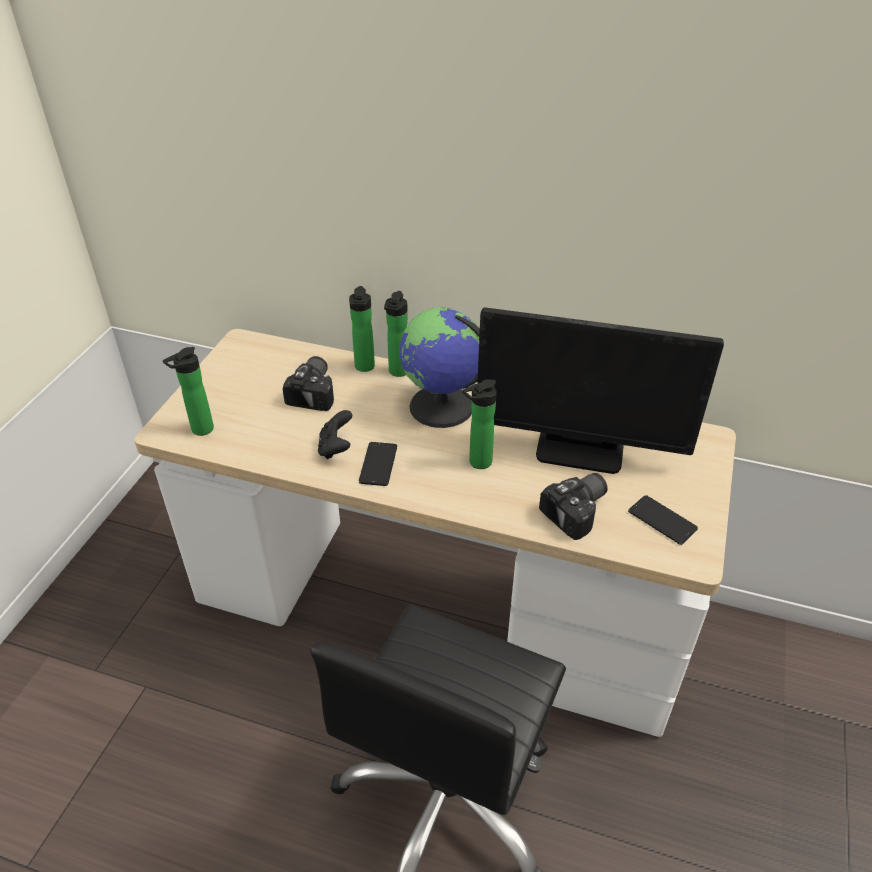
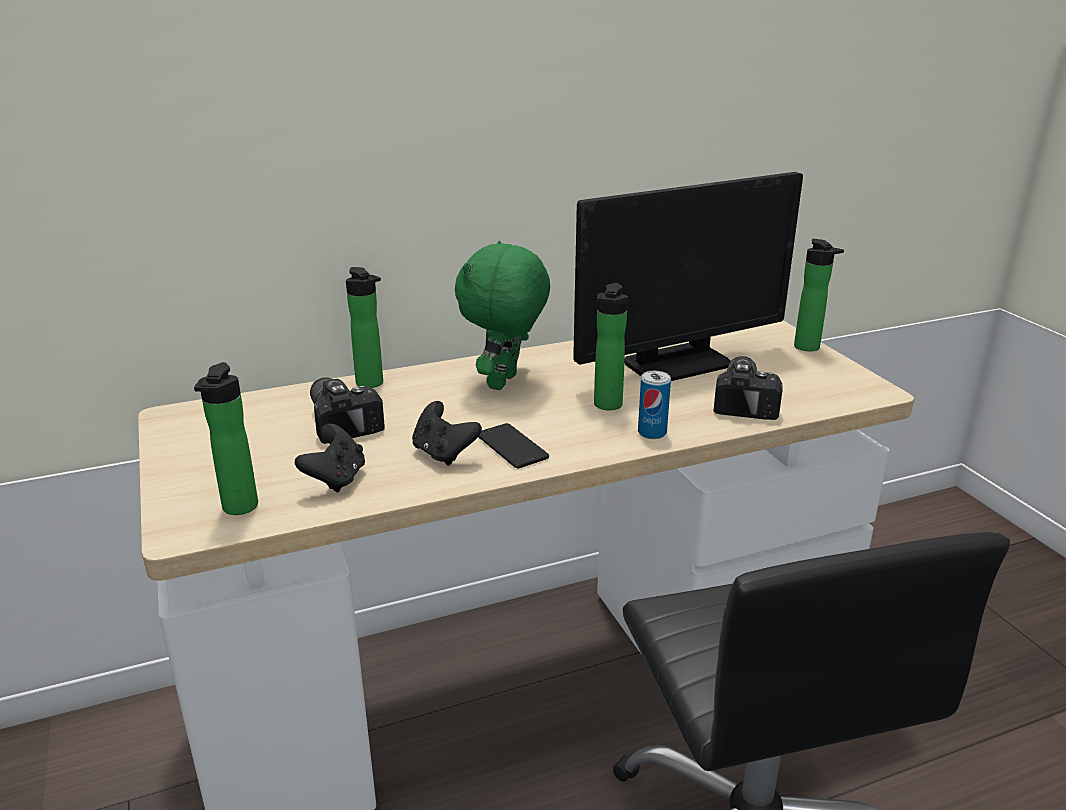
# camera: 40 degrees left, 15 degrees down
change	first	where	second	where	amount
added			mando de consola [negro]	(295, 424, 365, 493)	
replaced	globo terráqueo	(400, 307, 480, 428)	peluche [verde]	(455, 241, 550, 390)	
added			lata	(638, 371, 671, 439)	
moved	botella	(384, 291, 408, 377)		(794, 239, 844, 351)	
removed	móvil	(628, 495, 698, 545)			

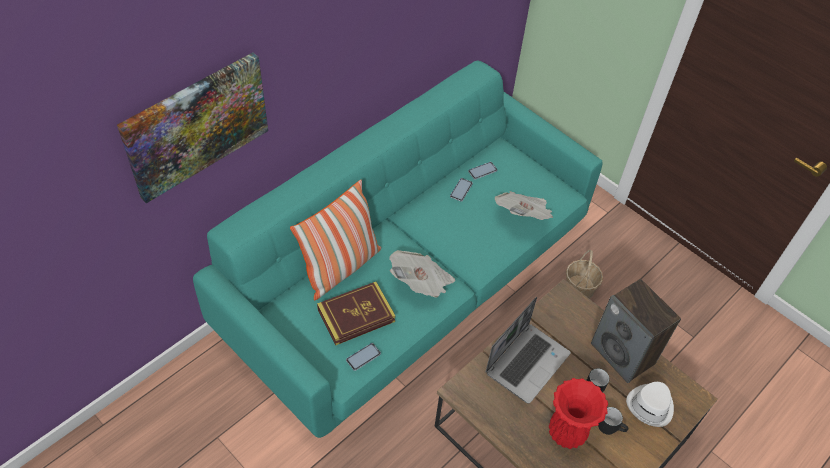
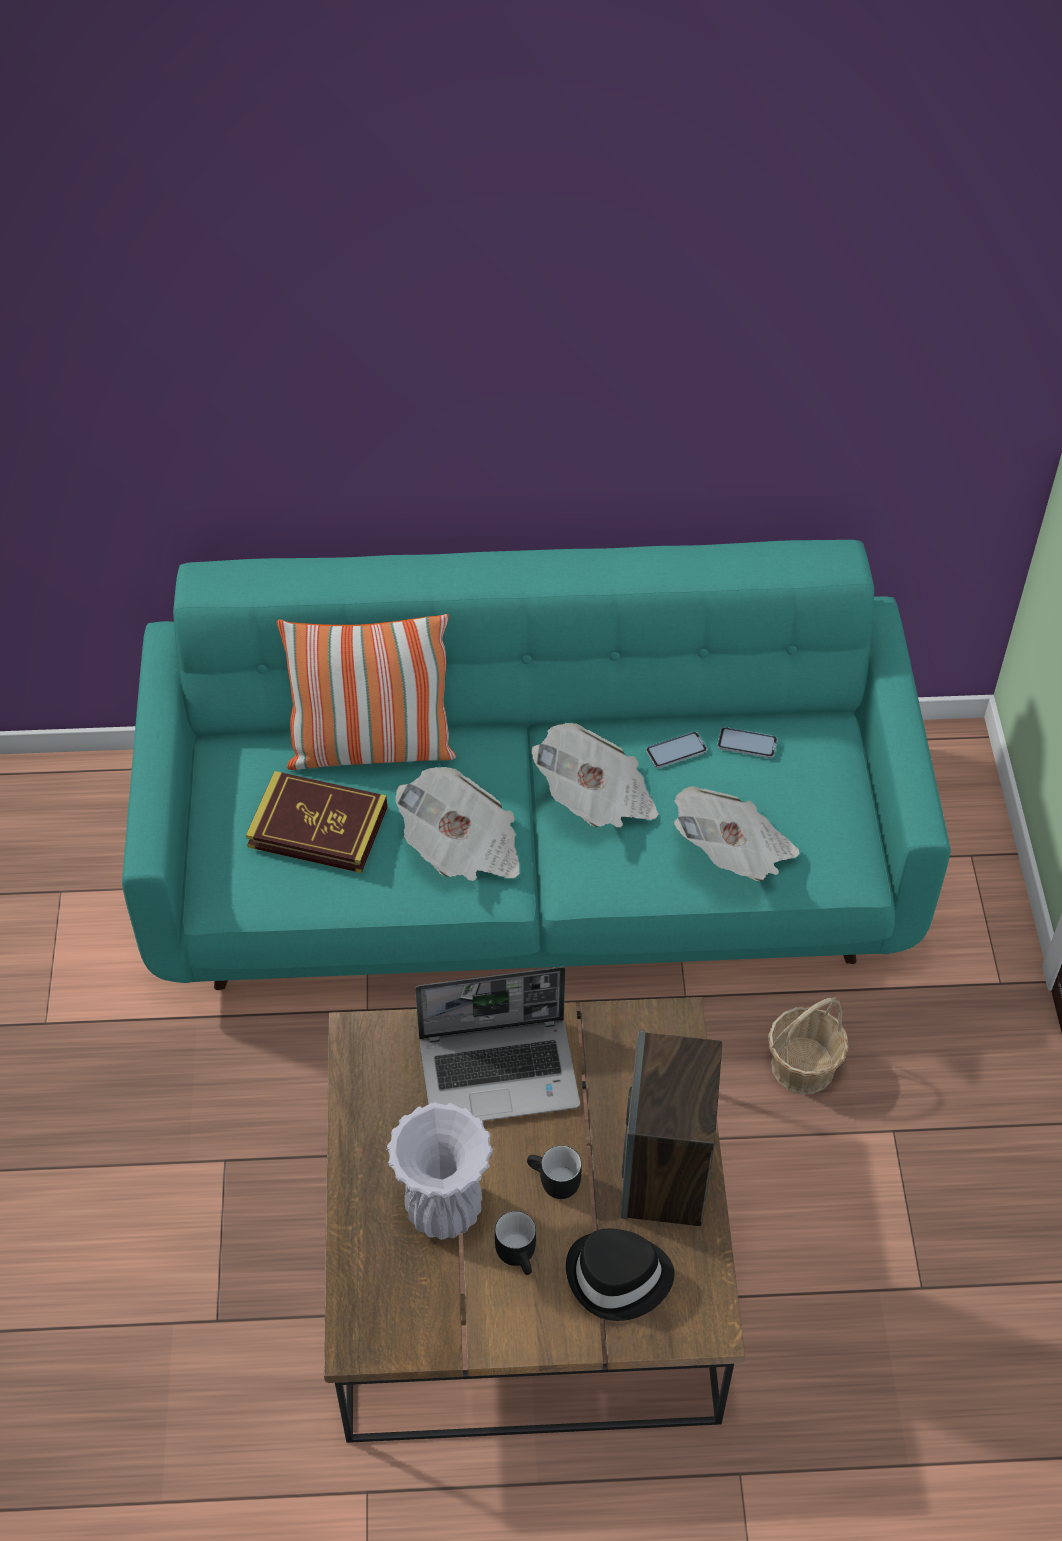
# camera: 45 degrees right, 0 degrees up
change	first	where	second	where	amount
recoloured	florero [rojo]	(549, 378, 608, 449)	florero [blanco]	(387, 1102, 493, 1240)	
added			periódico	(532, 723, 659, 828)	
recoloured	sombrero [blanco]	(626, 382, 674, 427)	sombrero [negro]	(566, 1229, 674, 1321)	
removed	cuadro	(117, 52, 268, 203)			
removed	móvil	(346, 343, 381, 371)			

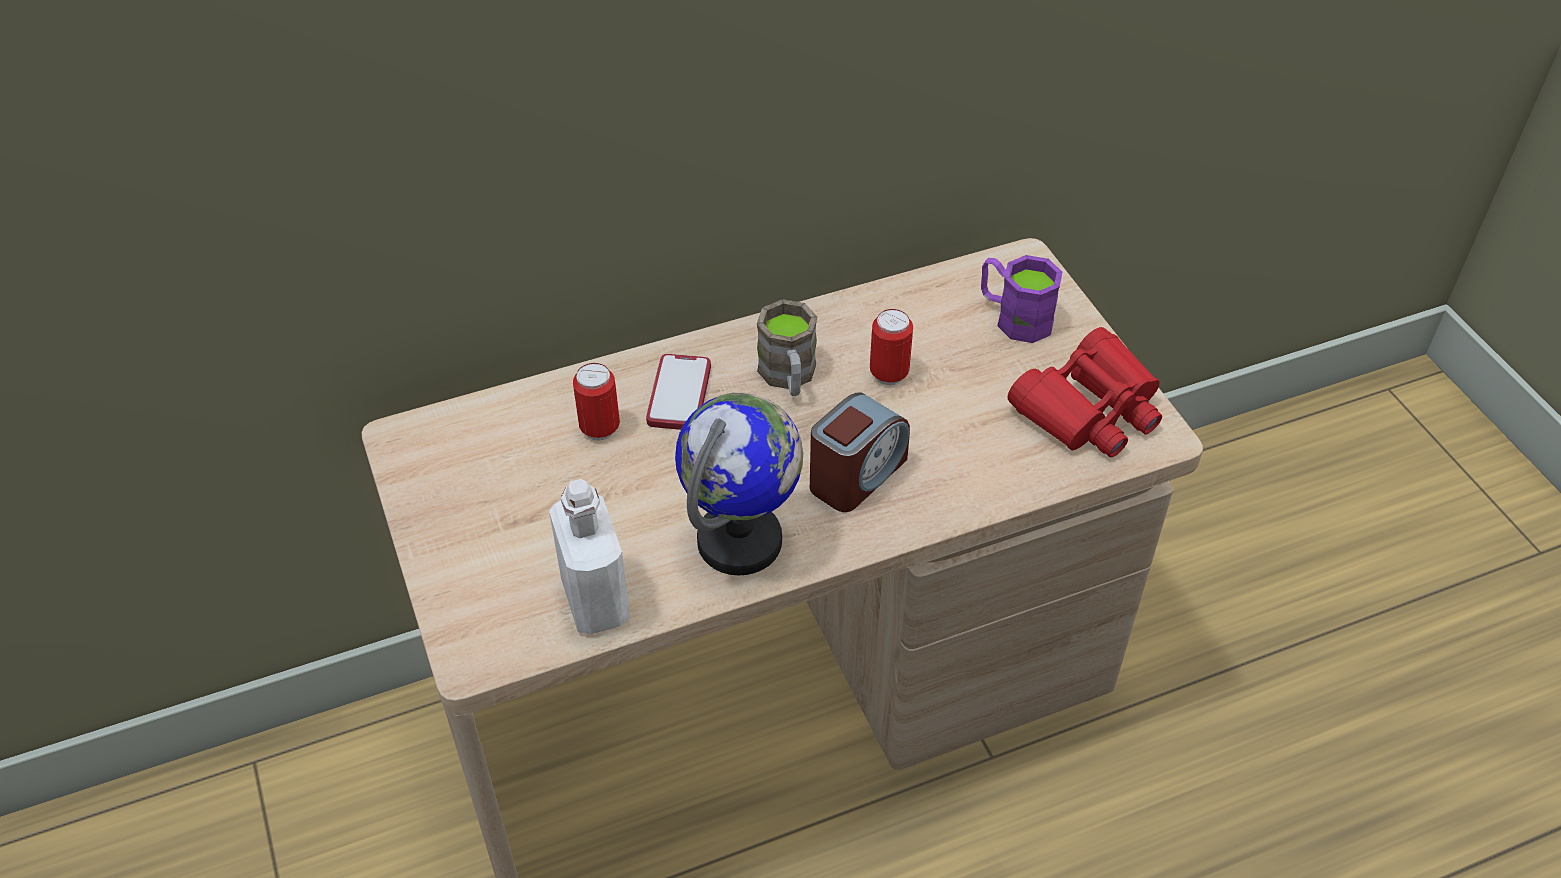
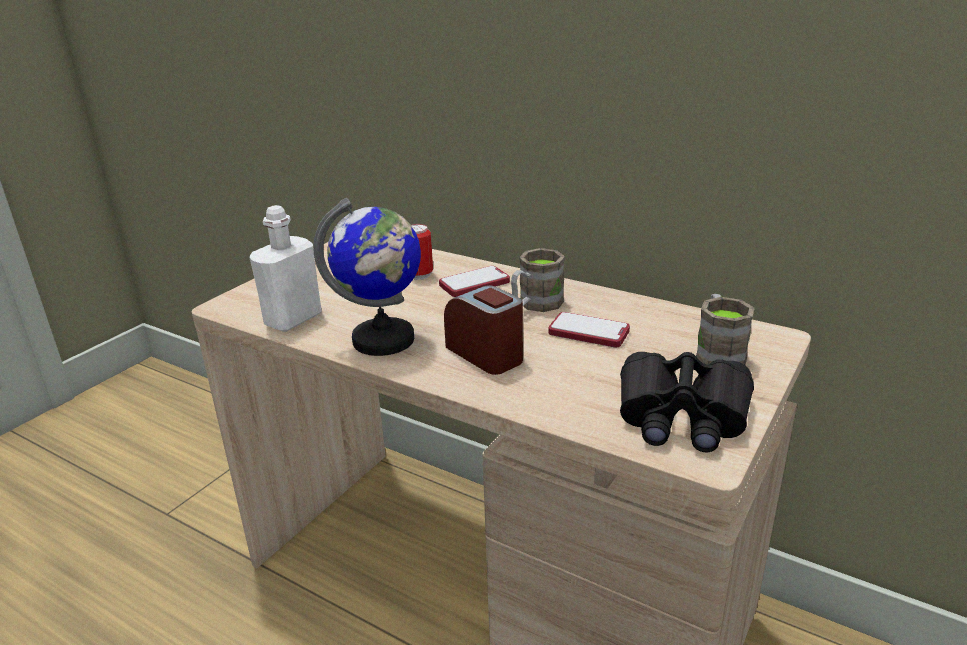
# camera: 55 degrees right, 20 degrees down
change	first	where	second	where	amount
turned	despertador	(810, 393, 910, 512)		(444, 285, 523, 375)	135 degrees counterclockwise
replaced	lata	(870, 309, 913, 385)	móvil	(548, 312, 630, 348)	
recoloured	prismáticos [rojo]	(1007, 327, 1162, 457)	prismáticos [negro]	(620, 352, 754, 452)	
recoloured	taza grande [morado]	(981, 255, 1062, 343)	taza grande [marrón]	(696, 294, 755, 365)	

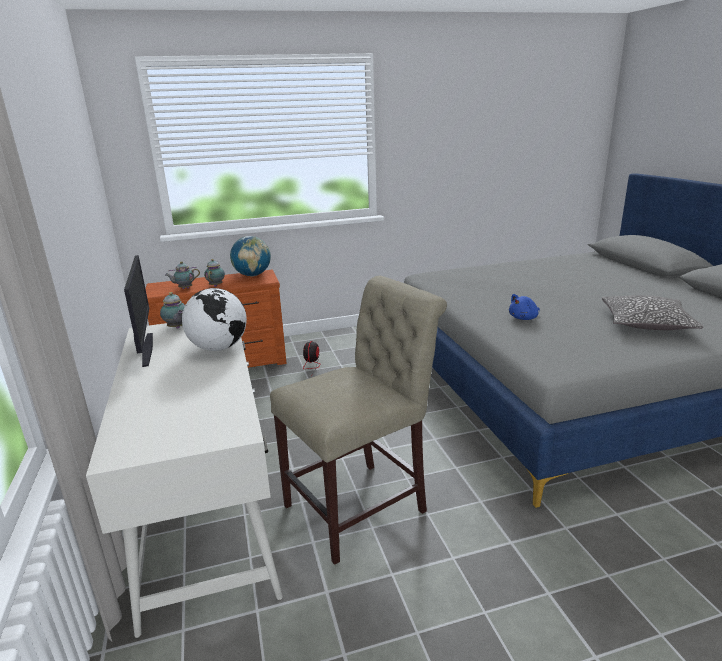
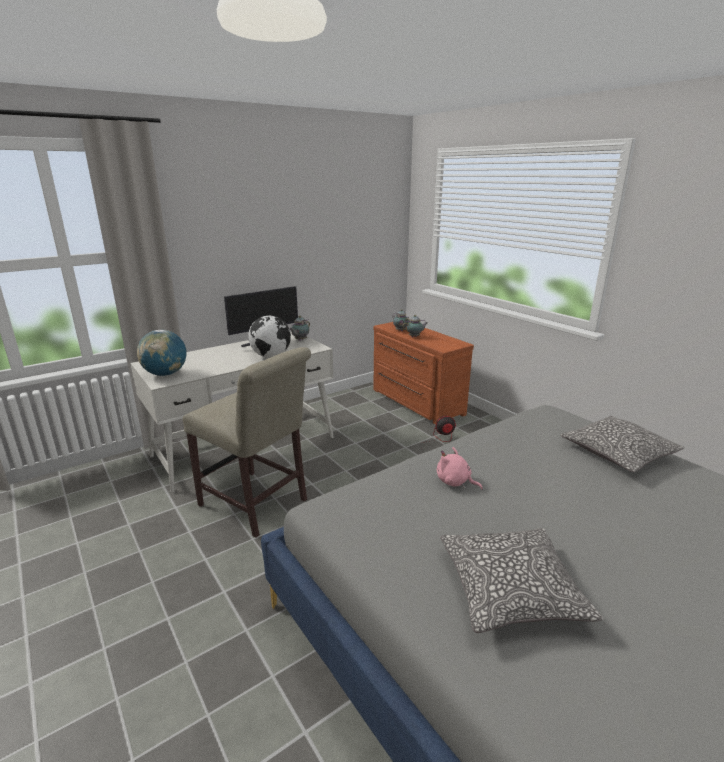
# camera: 70 degrees right, 0 degrees up
change	first	where	second	where	amount
moved	globo terráqueo	(230, 236, 271, 276)		(137, 330, 187, 376)	
recoloured	peluche [azul]	(509, 294, 540, 320)	peluche [rosa]	(437, 447, 483, 490)	
added			cojín	(560, 416, 684, 472)	

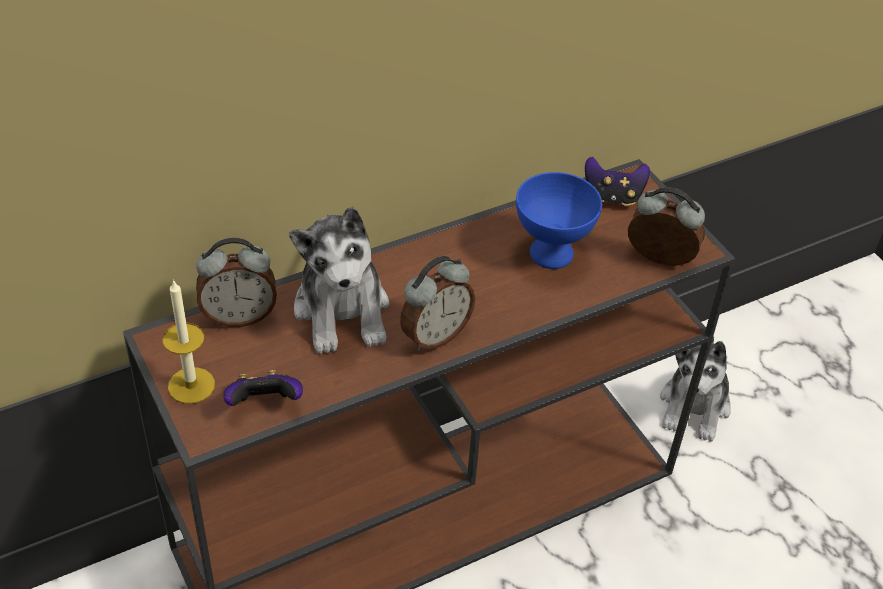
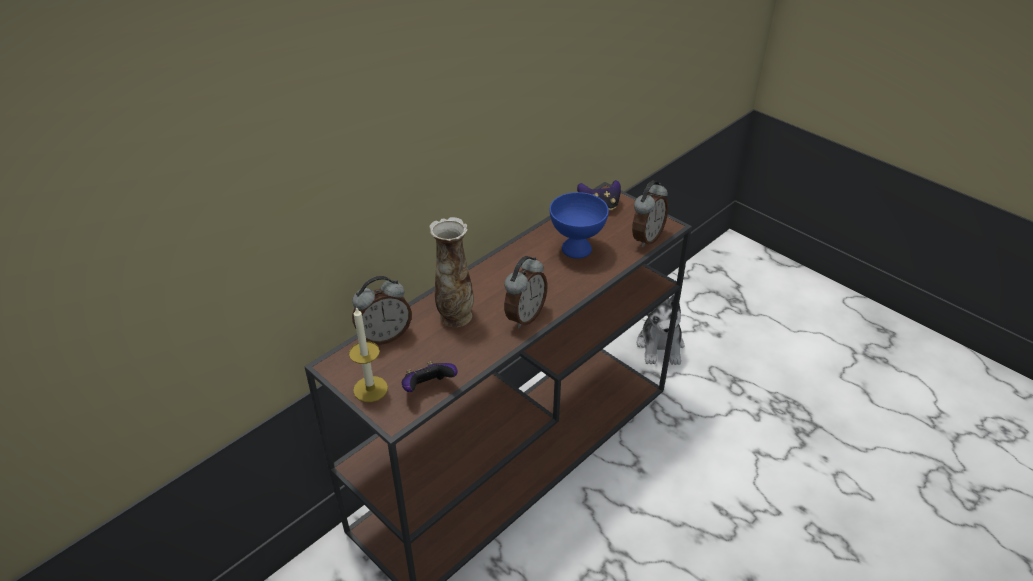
# camera: 15 degrees left, 5 degrees down
change	first	where	second	where	amount
replaced	peluche	(289, 207, 390, 354)	florero	(429, 217, 474, 327)	
turned	despertador	(628, 187, 705, 266)		(632, 181, 668, 248)	120 degrees clockwise

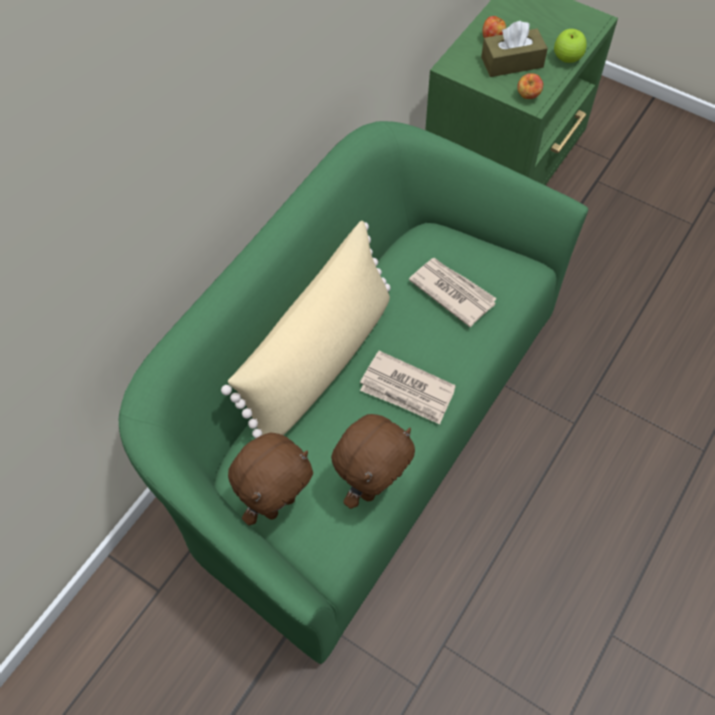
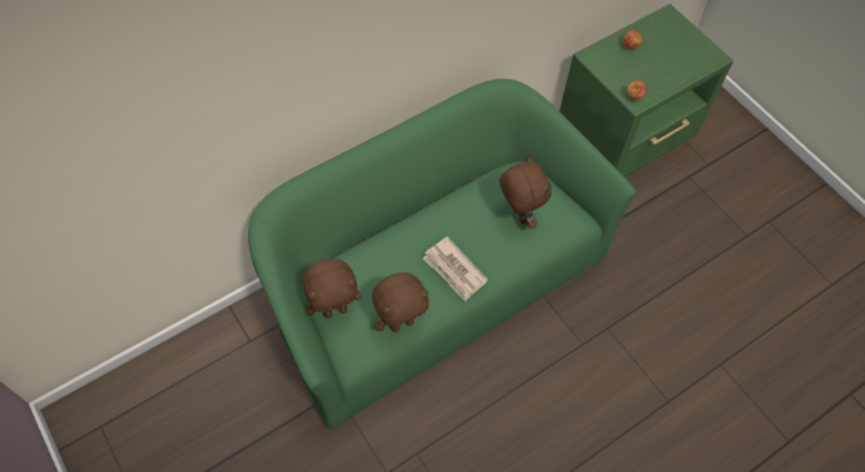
# camera: 20 degrees right, 0 degrees up
change	first	where	second	where	amount
replaced	periódico	(409, 258, 497, 327)	peluche [marrón]	(500, 156, 552, 229)	
removed	cojín [beis]	(221, 221, 391, 438)			
removed	caja de pañuelos [marrón]	(481, 21, 548, 77)			
removed	manzana	(554, 29, 587, 63)			

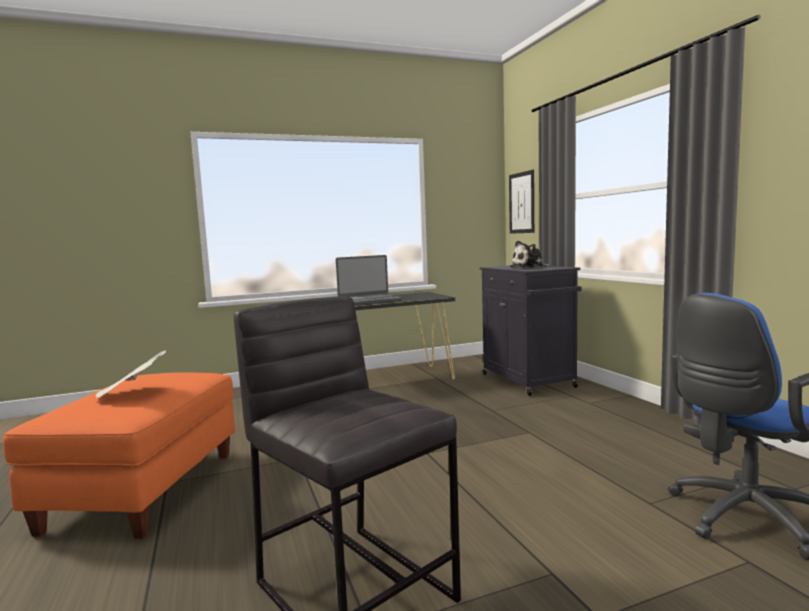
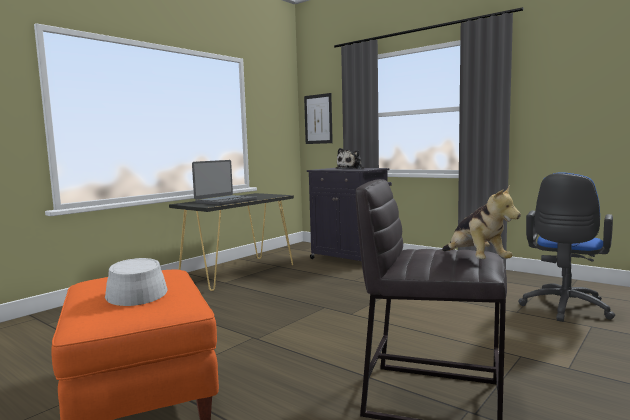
# camera: 30 degrees left, 0 degrees up
change	first	where	second	where	amount
replaced	periódico	(96, 351, 165, 398)	sombrero [gris]	(105, 258, 168, 306)	
added			peluche	(442, 185, 521, 259)	

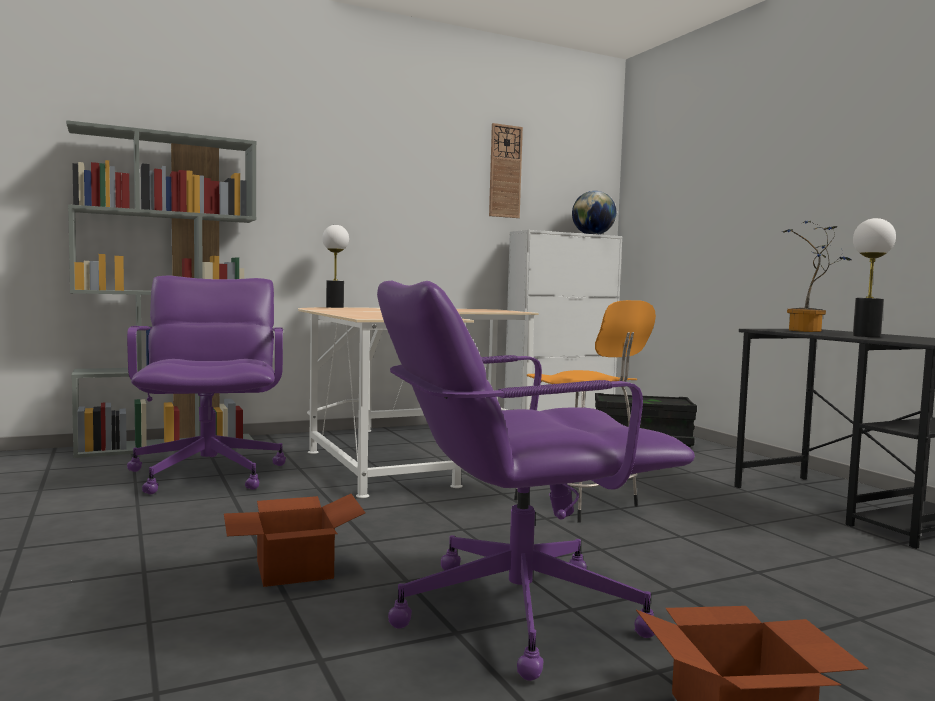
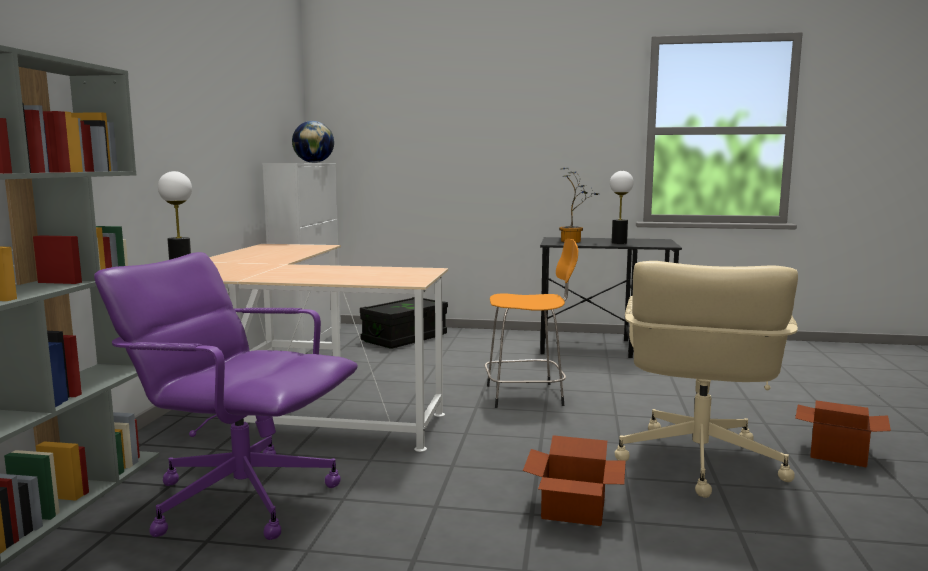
# camera: 55 degrees left, 5 degrees up
change	first	where	second	where	amount
recoloured	silla de oficina [morado]	(377, 280, 695, 681)	silla de oficina [beis]	(615, 261, 798, 498)	
removed	reloj de pared	(489, 123, 523, 218)			

